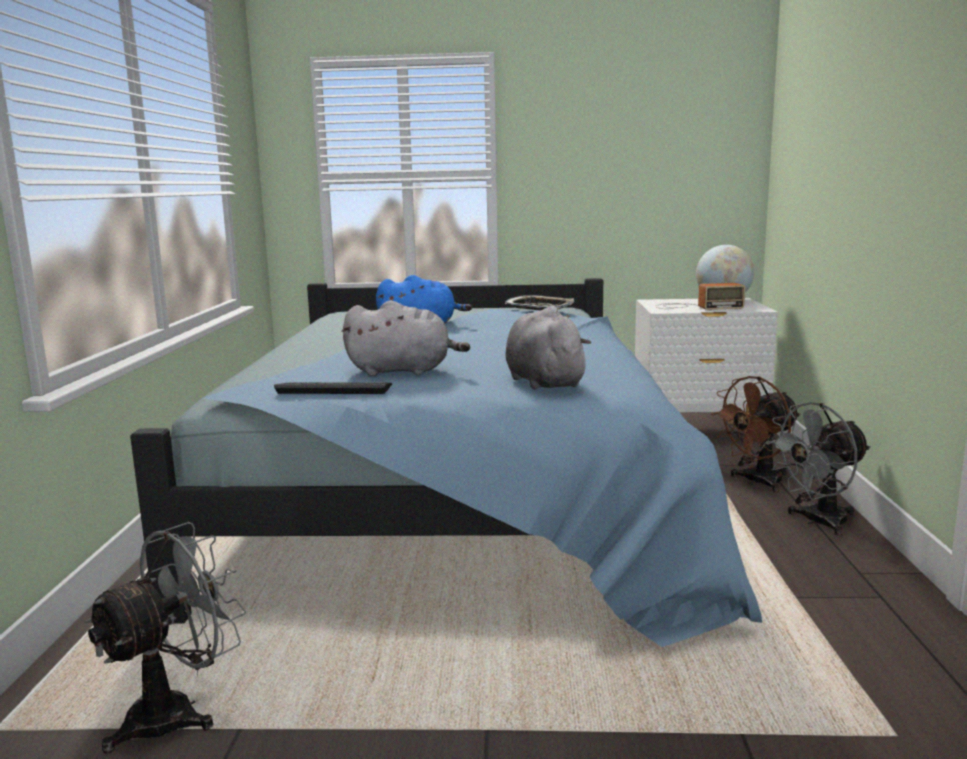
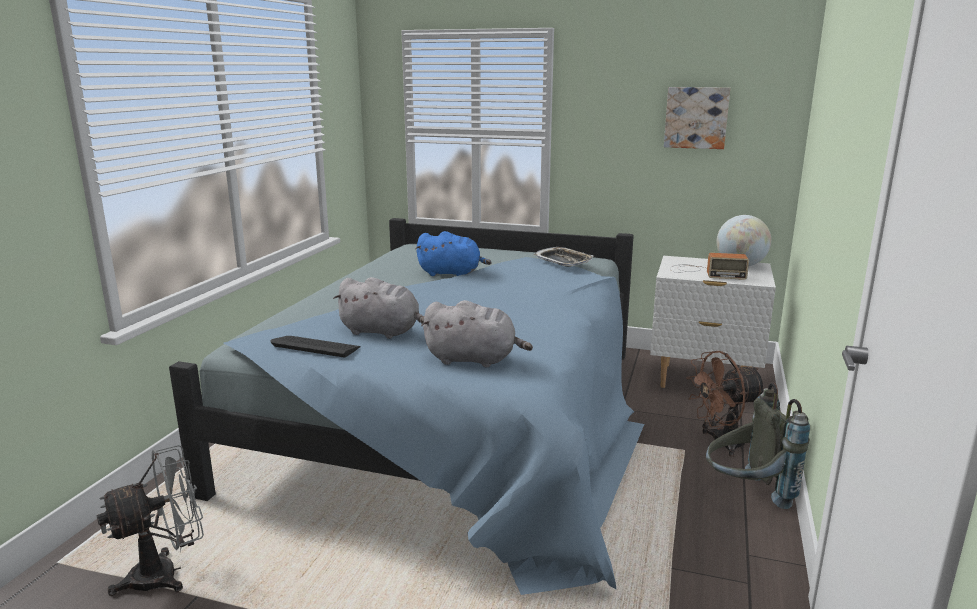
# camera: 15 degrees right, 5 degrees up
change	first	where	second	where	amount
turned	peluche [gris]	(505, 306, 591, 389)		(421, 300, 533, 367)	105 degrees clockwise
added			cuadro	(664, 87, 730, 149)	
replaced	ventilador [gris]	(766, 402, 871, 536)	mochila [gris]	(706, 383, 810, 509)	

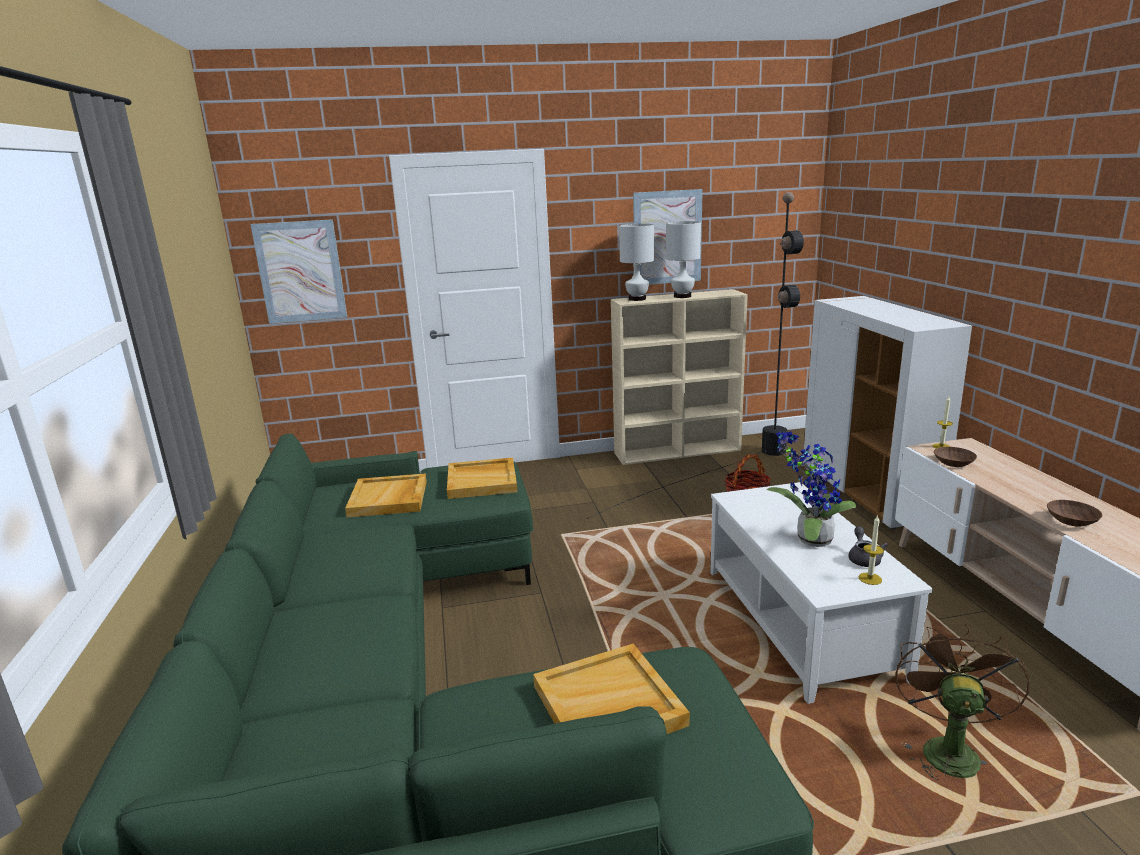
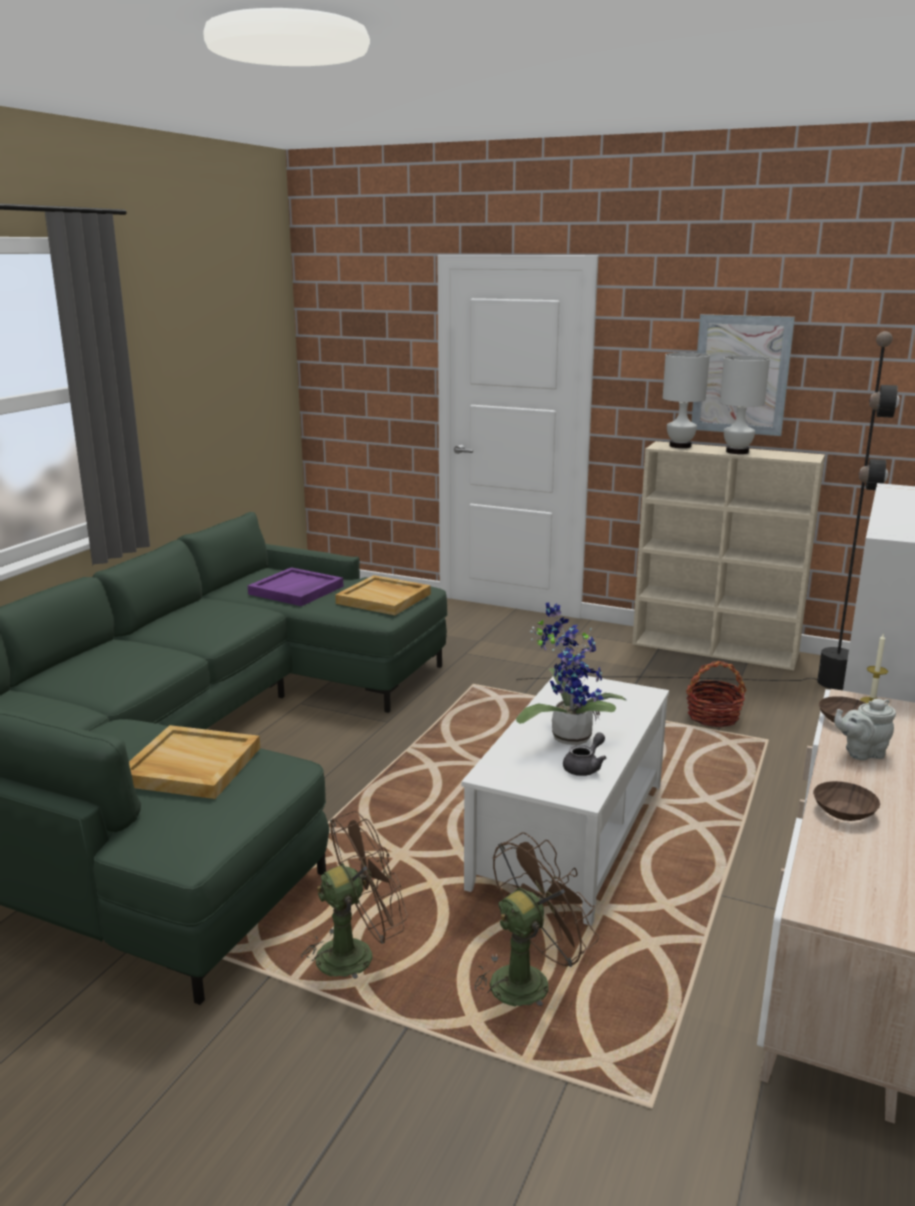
# camera: 35 degrees right, 0 degrees up
change	first	where	second	where	amount
recoloured	bandeja [beis]	(345, 473, 427, 517)	bandeja [morado]	(248, 567, 344, 606)	
added			ventilador [marrón]	(301, 811, 408, 979)	
added			tetera [gris]	(834, 699, 896, 760)	
removed	cuadro	(250, 219, 347, 324)			
removed	vela	(859, 515, 884, 585)			

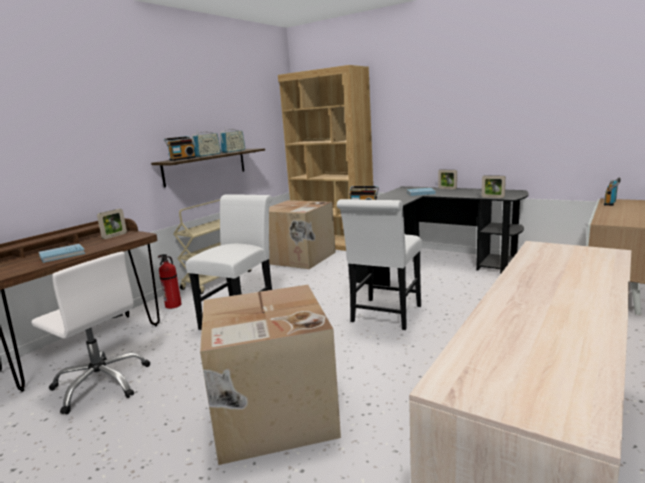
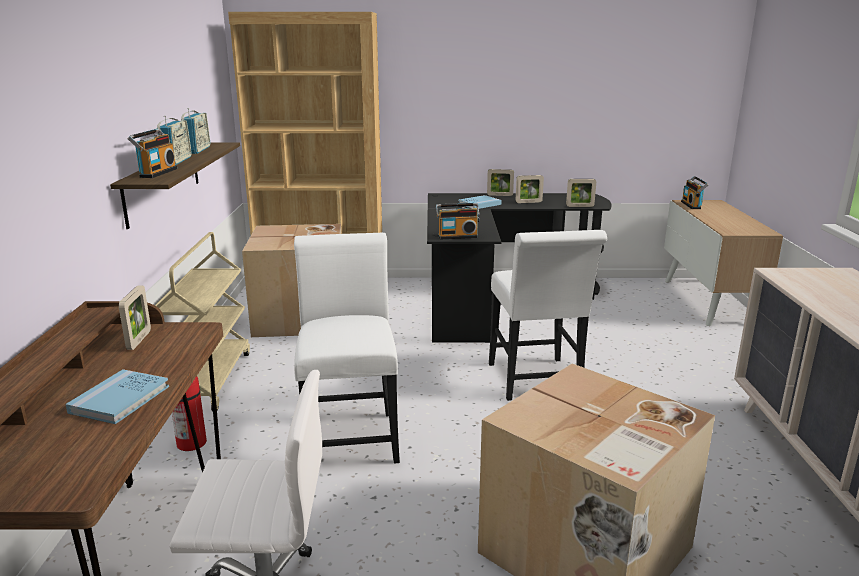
# camera: 35 degrees left, 5 degrees up
change	first	where	second	where	amount
added			portarretratos	(516, 175, 544, 203)	

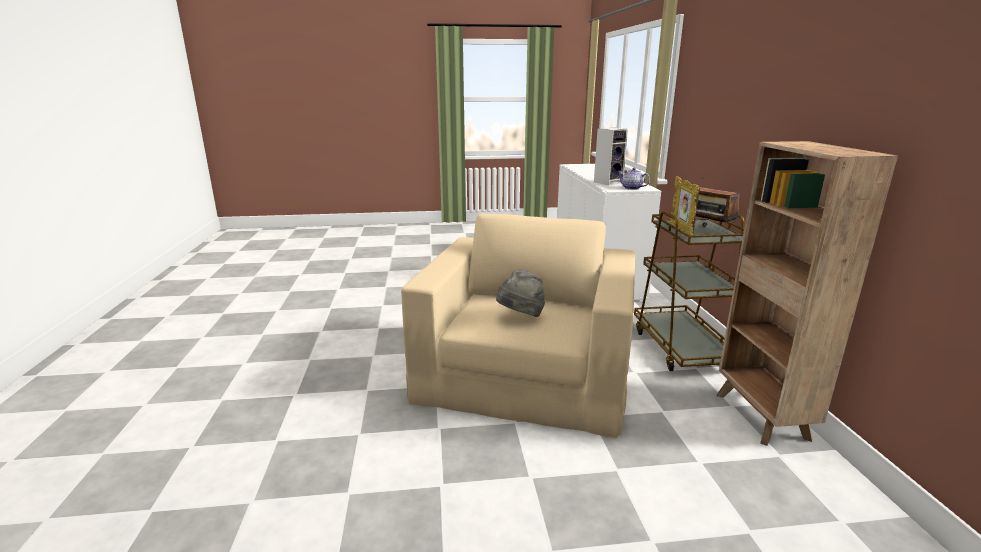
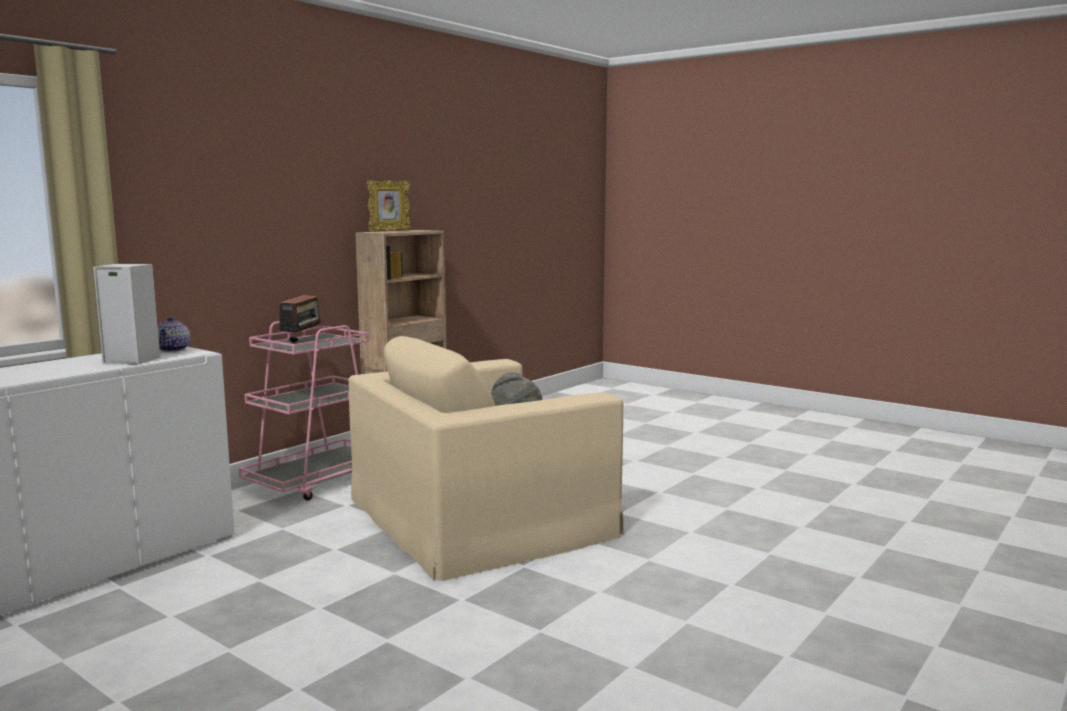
# camera: 135 degrees left, 10 degrees down
change	first	where	second	where	amount
recoloured	carrito [marrón]	(634, 211, 744, 371)	carrito [rosa]	(239, 321, 369, 501)	
moved	portarretratos	(670, 176, 700, 236)		(367, 180, 411, 231)	

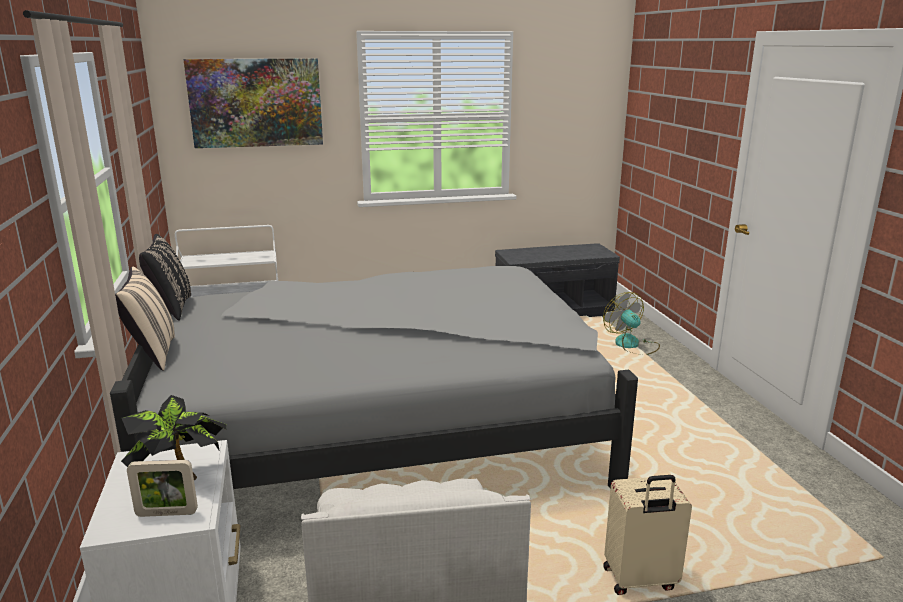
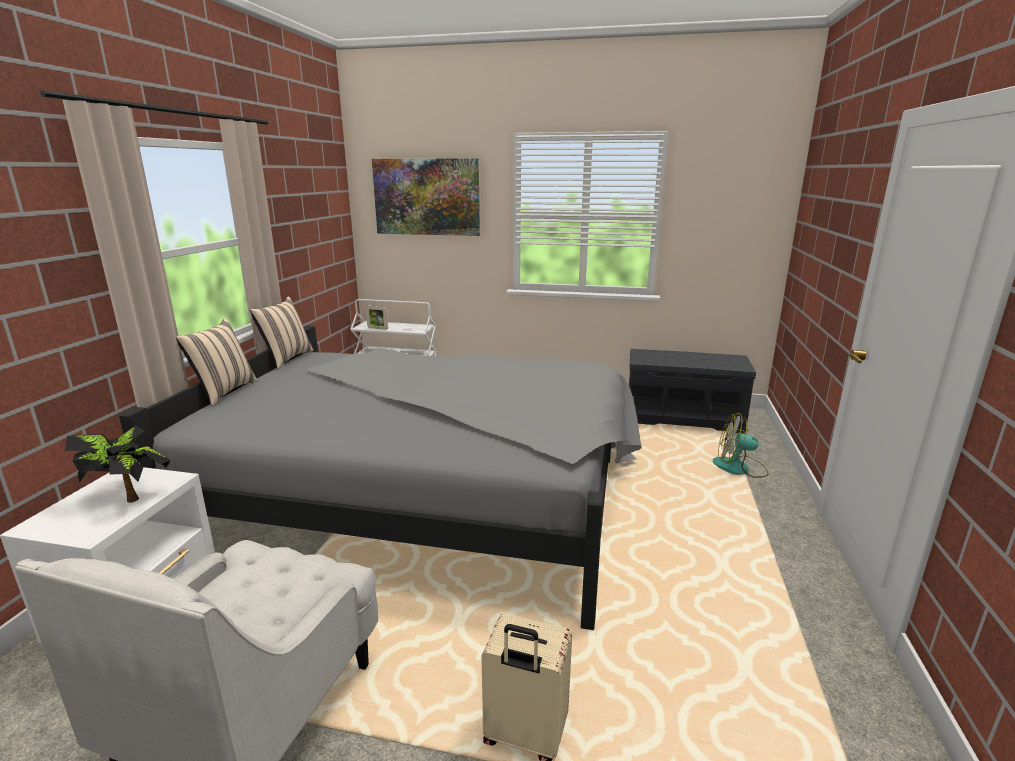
# camera: 25 degrees right, 0 degrees up
change	first	where	second	where	amount
recoloured	cojín [negro]	(139, 234, 191, 321)	cojín [beis]	(250, 297, 313, 369)	
moved	portarretratos	(127, 460, 198, 517)		(366, 305, 388, 330)	
turned	ventilador	(603, 292, 660, 355)		(713, 413, 769, 478)	75 degrees counterclockwise

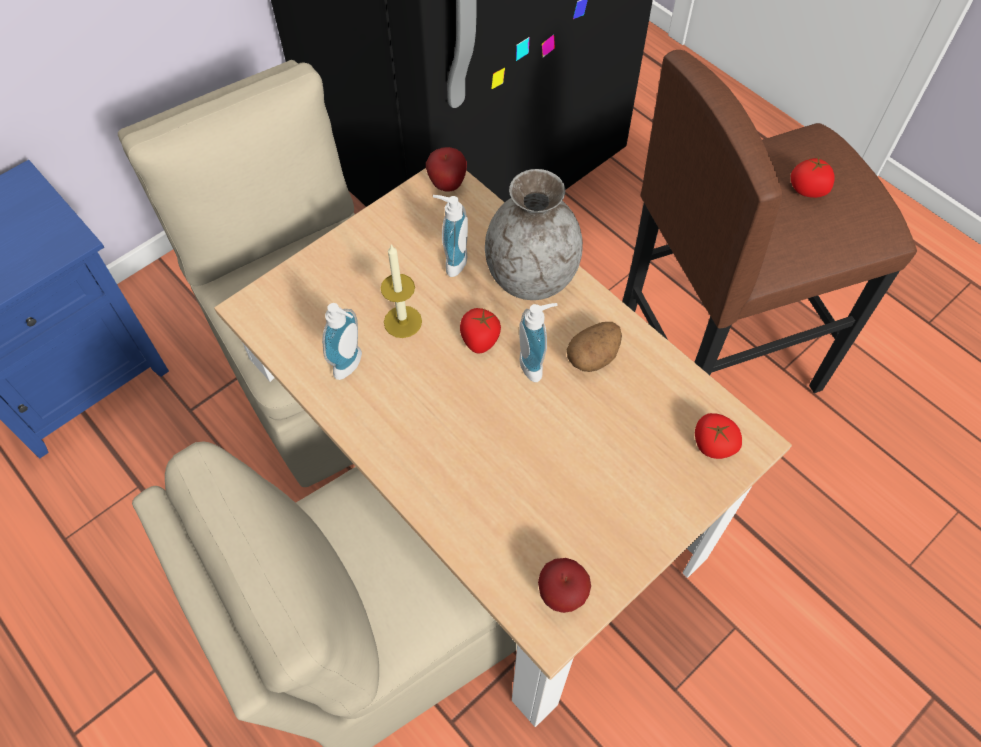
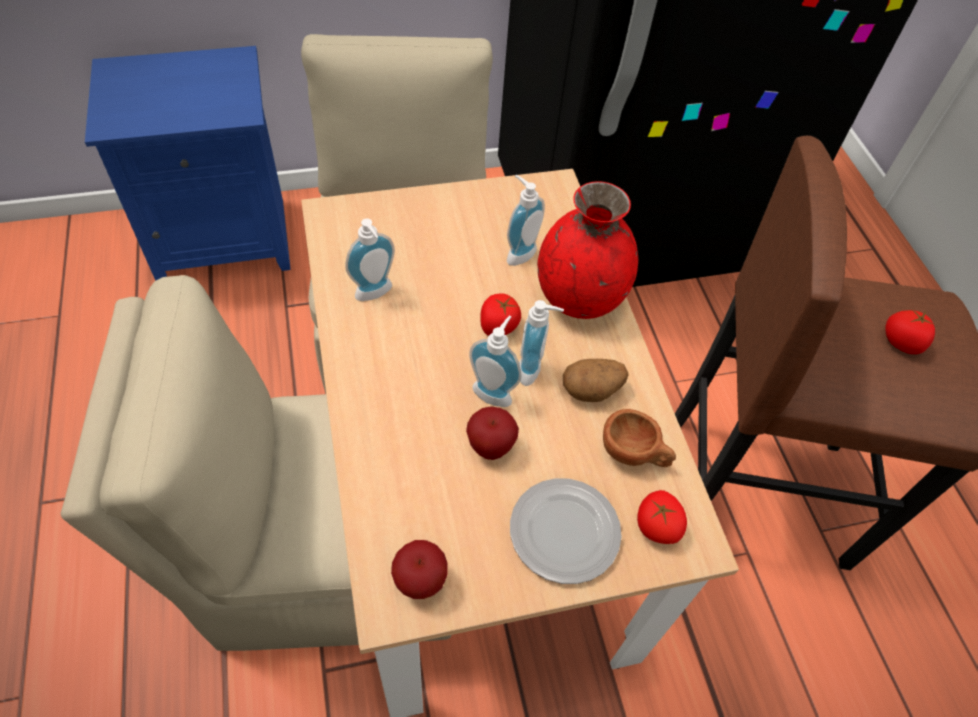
# camera: 25 degrees right, 5 degrees down
change	first	where	second	where	amount
moved	manzana	(426, 147, 467, 191)		(466, 406, 519, 460)	
added			dispensador de jabón	(469, 315, 522, 407)	
added			plato	(510, 478, 622, 584)	
recoloured	florero [gris]	(485, 169, 583, 300)	florero [rojo]	(538, 181, 638, 319)	
added			taza [marrón]	(603, 409, 676, 467)	
removed	vela	(381, 244, 422, 338)			

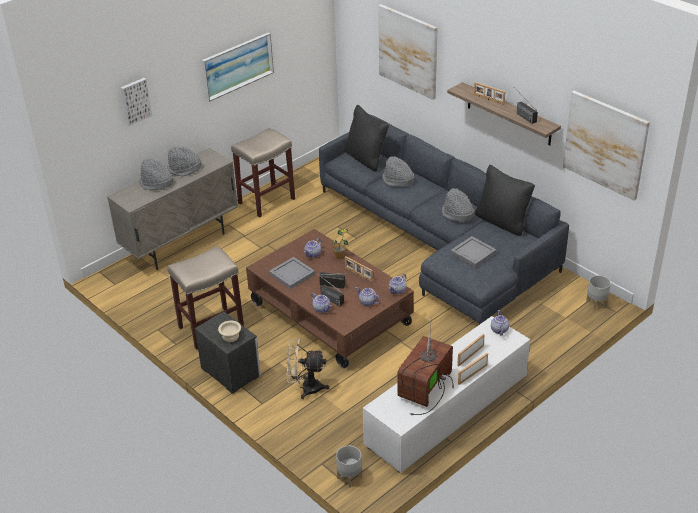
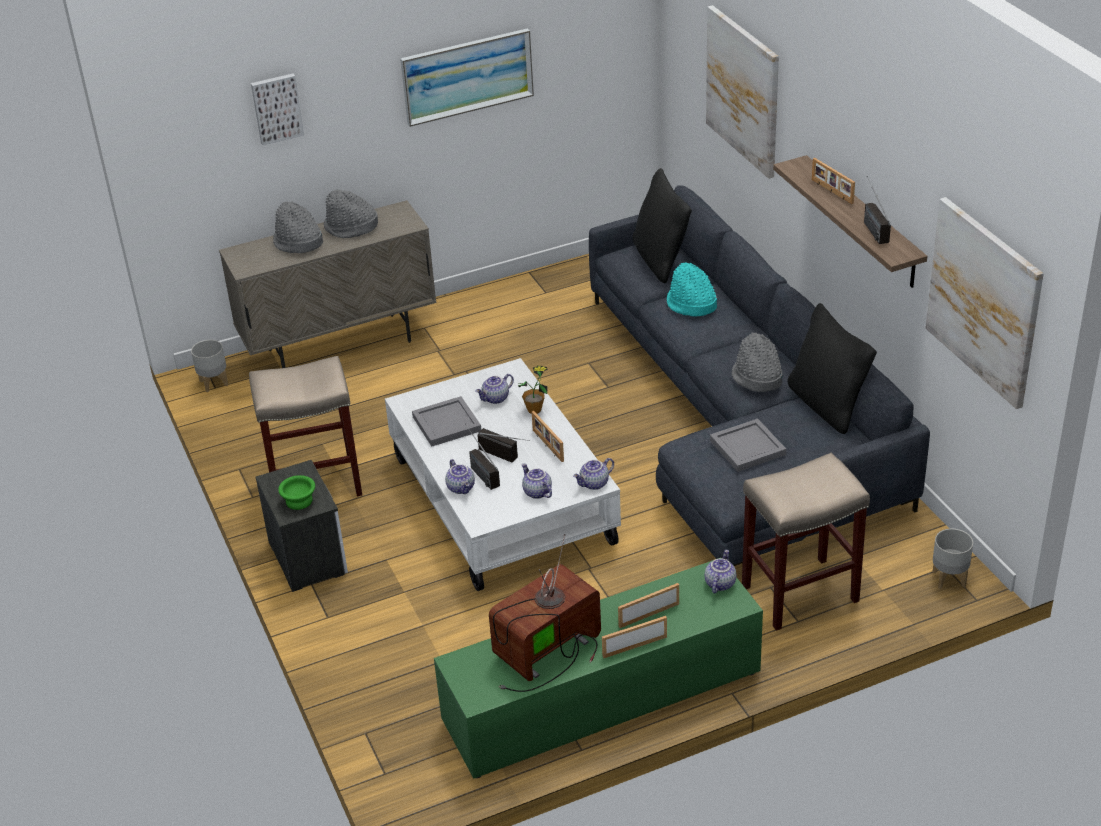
# camera: 20 degrees right, 0 degrees up
change	first	where	second	where	amount
moved	maceta [gris]	(336, 446, 362, 488)		(191, 340, 228, 392)	
recoloured	cuenco [beis]	(218, 321, 241, 342)	cuenco [verde]	(278, 475, 315, 510)	
recoloured	mesa de centro [marrón]	(246, 229, 414, 368)	mesa de centro [blanco]	(385, 358, 621, 591)	
recoloured	mueble de televisión [blanco]	(363, 316, 530, 473)	mueble de televisión [verde]	(434, 558, 763, 779)	
recoloured	sombrero [gris]	(382, 156, 414, 187)	sombrero [turquesa]	(667, 262, 717, 317)	
moved	taburete [beis]	(231, 128, 295, 218)		(742, 453, 870, 631)	
removed	ventilador [beis]	(286, 338, 329, 399)			

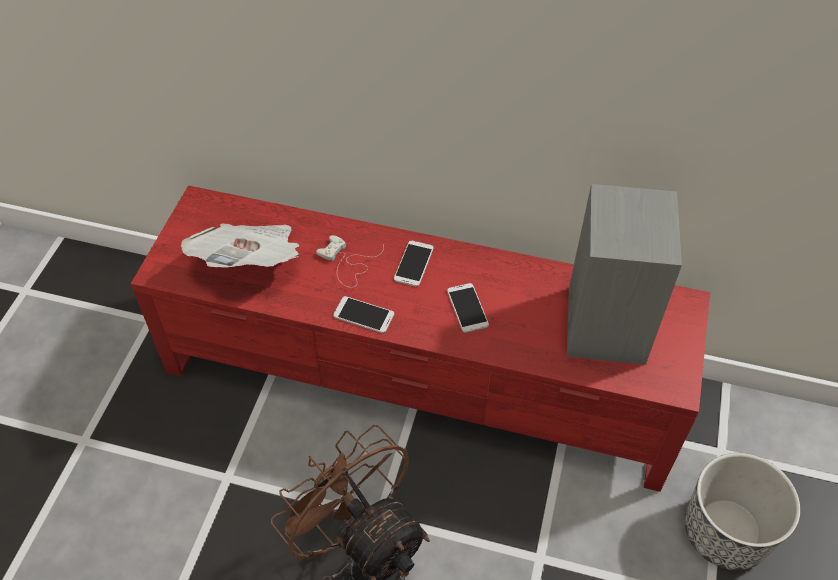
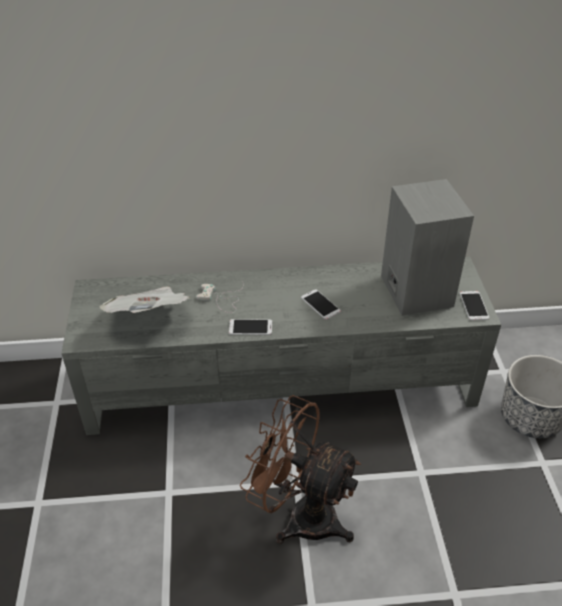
# camera: 20 degrees left, 10 degrees down
change	first	where	second	where	amount
recoloured	mueble de televisión [rojo]	(131, 185, 710, 492)	mueble de televisión [gris]	(61, 257, 501, 435)	
moved	móvil	(394, 240, 434, 287)		(460, 291, 489, 321)	

